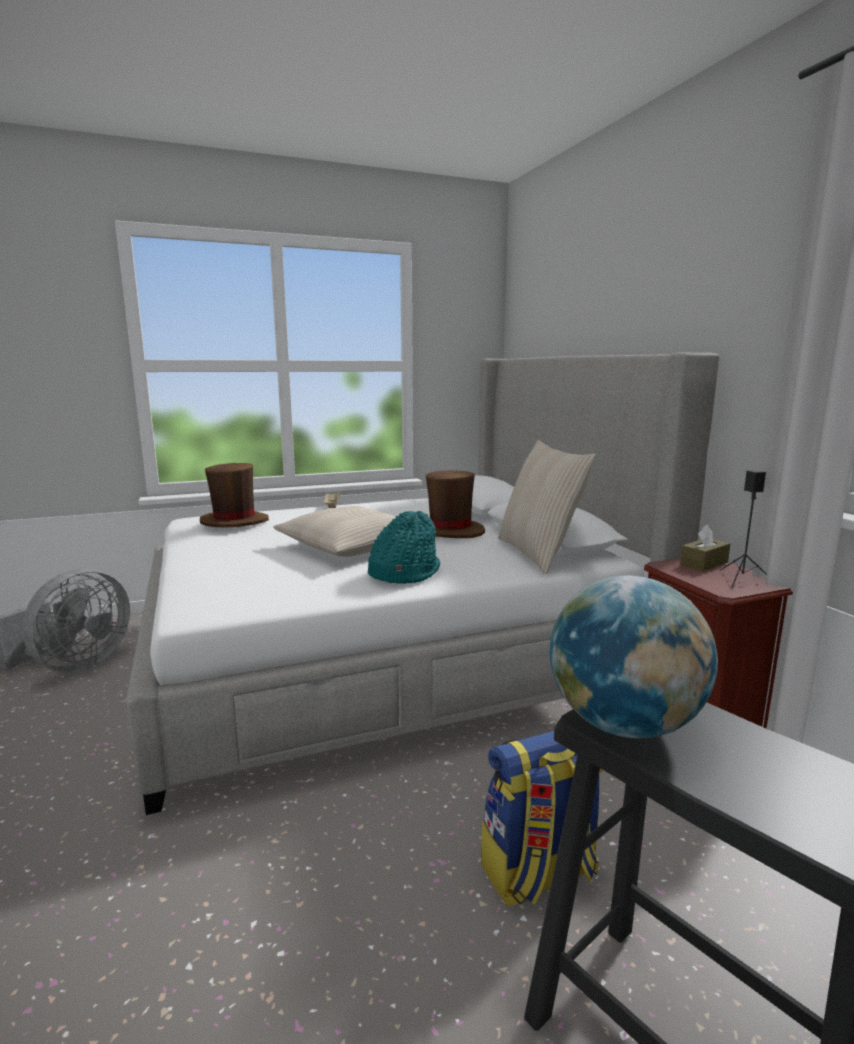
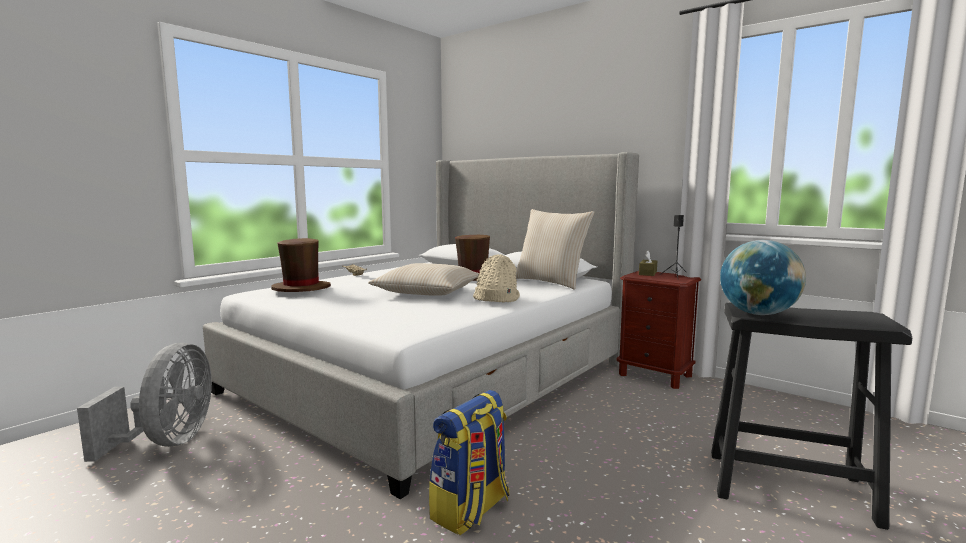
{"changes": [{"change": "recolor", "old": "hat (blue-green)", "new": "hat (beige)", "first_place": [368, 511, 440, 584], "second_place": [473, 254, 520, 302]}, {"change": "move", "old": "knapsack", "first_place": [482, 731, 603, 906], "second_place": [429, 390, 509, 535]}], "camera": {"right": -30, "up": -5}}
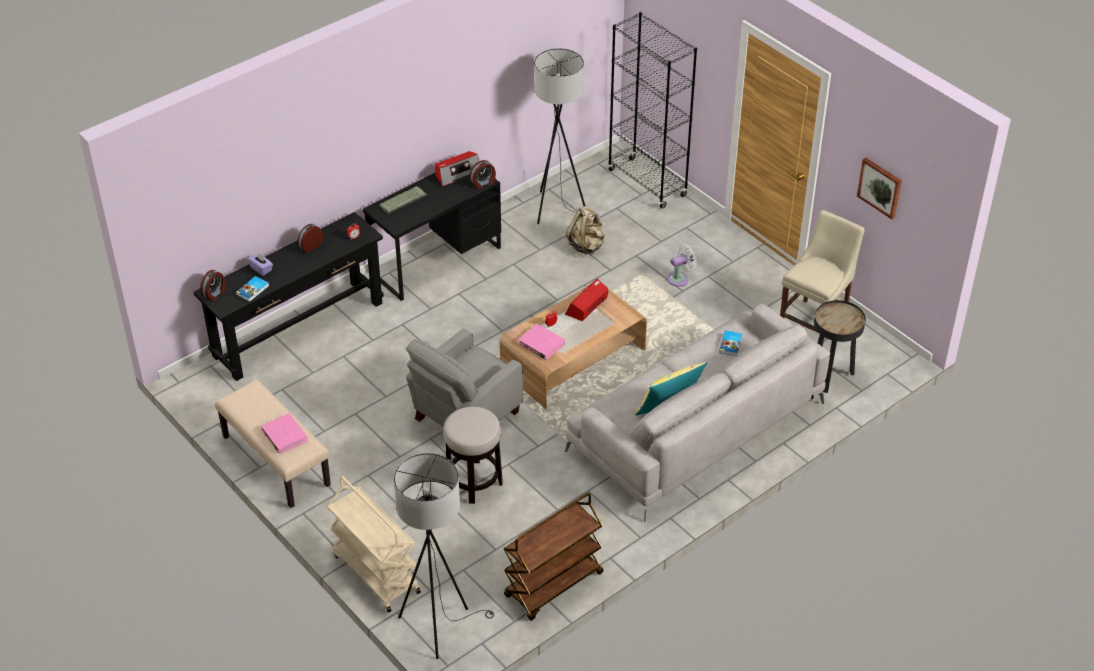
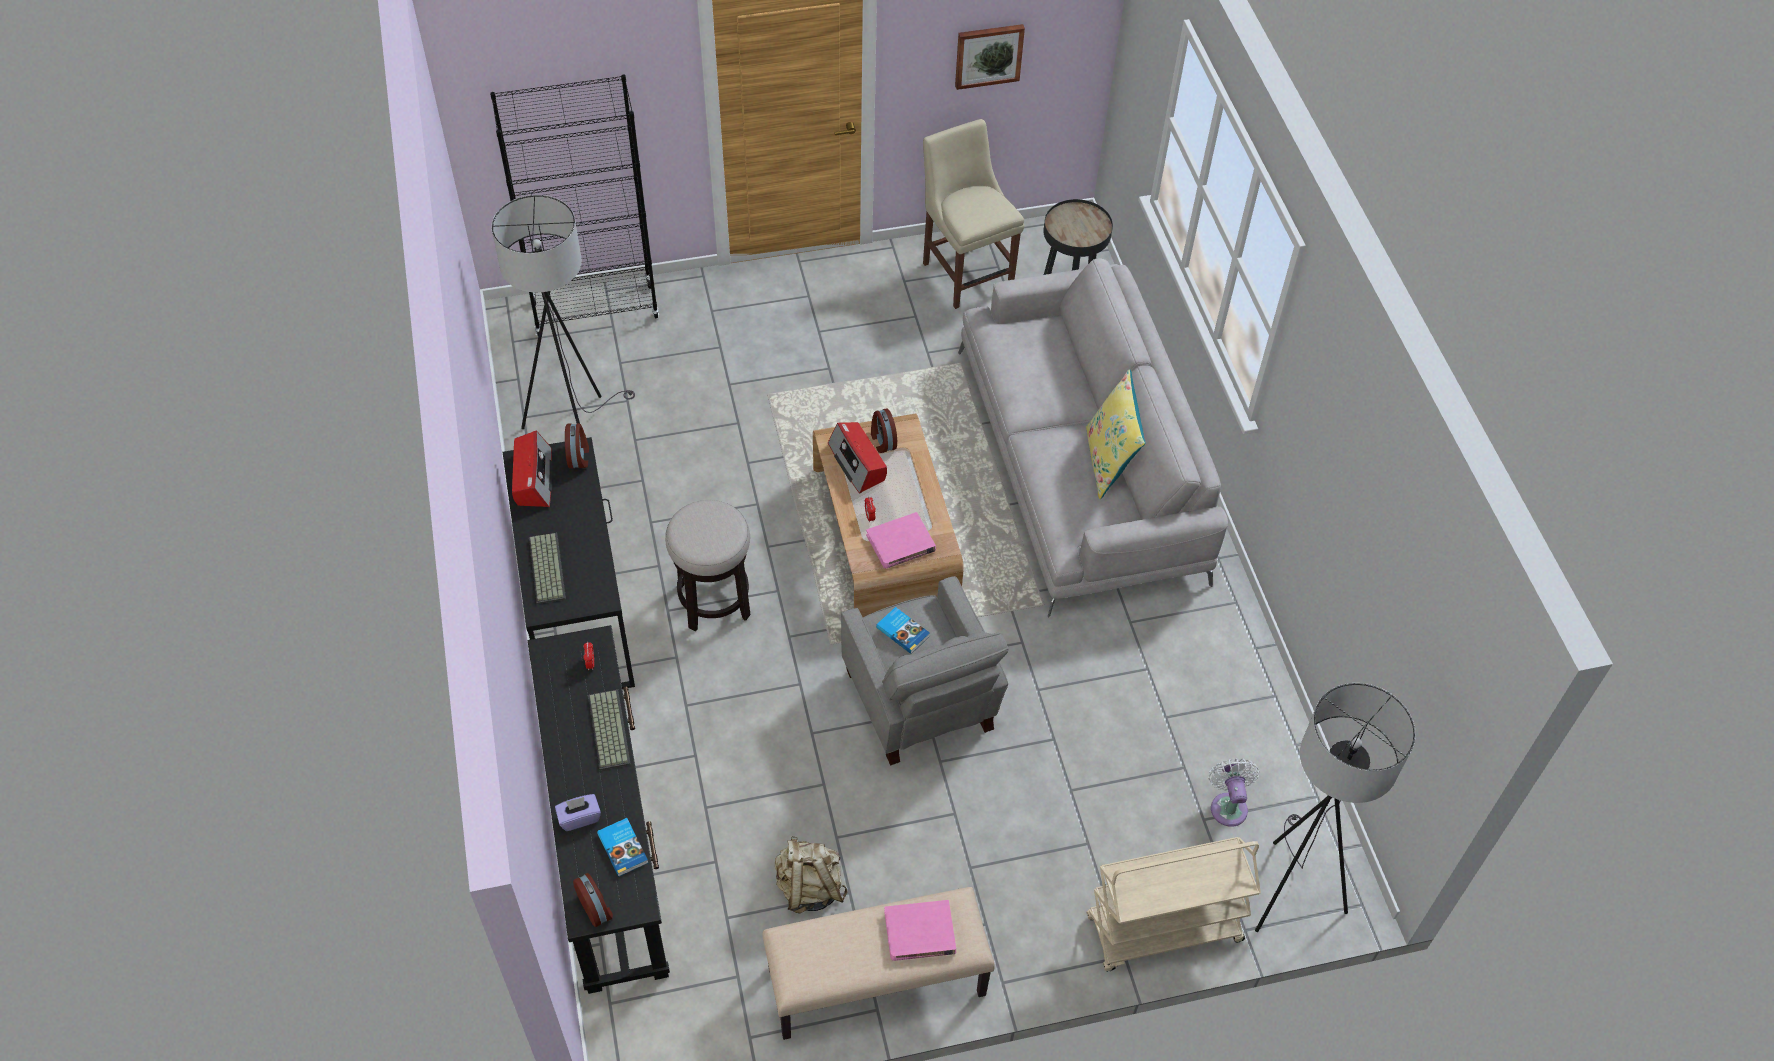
{"changes": [{"change": "move", "old": "alarm clock", "first_place": [297, 224, 324, 253], "second_place": [871, 408, 897, 453]}, {"change": "move", "old": "sitting stool", "first_place": [443, 406, 503, 504], "second_place": [665, 500, 750, 631]}, {"change": "delete", "old": "cart (brown-coloured)", "first_place": [504, 493, 604, 621]}, {"change": "move", "old": "knapsack (beige)", "first_place": [566, 206, 604, 255], "second_place": [775, 836, 848, 914]}, {"change": "move", "old": "electric fan (whitish)", "first_place": [667, 244, 697, 287], "second_place": [1208, 758, 1259, 827]}, {"change": "move", "old": "volume", "first_place": [719, 330, 743, 356], "second_place": [876, 607, 930, 654]}, {"change": "insert", "new": "computer keyboard", "second_place": [588, 690, 631, 770]}], "camera": {"right": -65, "up": 10}}
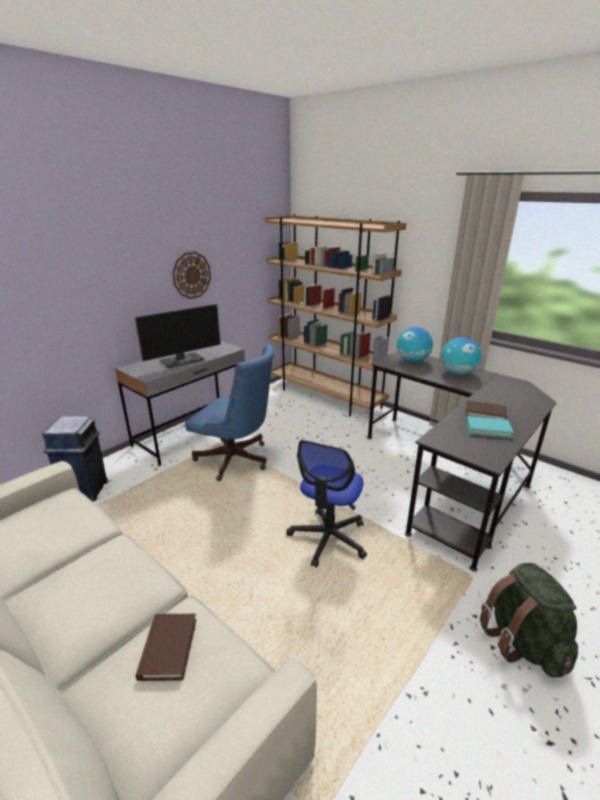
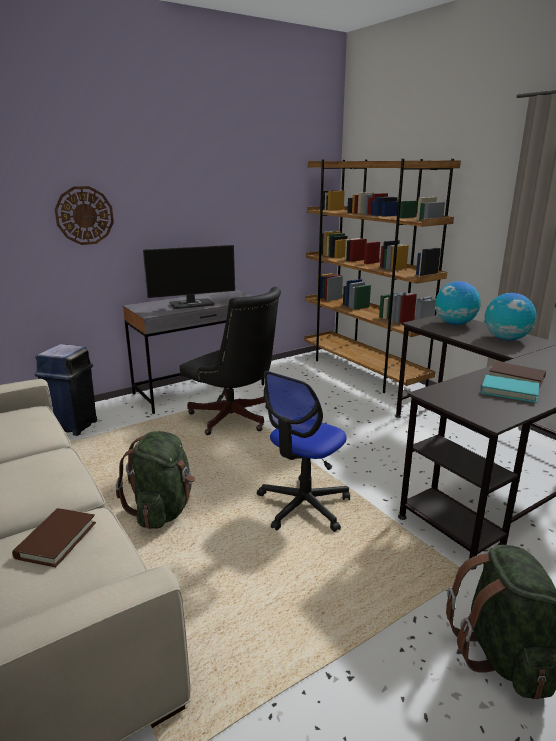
{"changes": [{"change": "move", "old": "clock on the wall", "first_place": [172, 251, 211, 299], "second_place": [54, 186, 114, 245]}, {"change": "recolor", "old": "computer chair (blue)", "new": "computer chair (blackish)", "first_place": [185, 345, 274, 481], "second_place": [180, 287, 281, 435]}, {"change": "insert", "new": "knapsack (green-coloured)", "second_place": [116, 431, 195, 529]}], "camera": {"right": 15, "up": -5}}
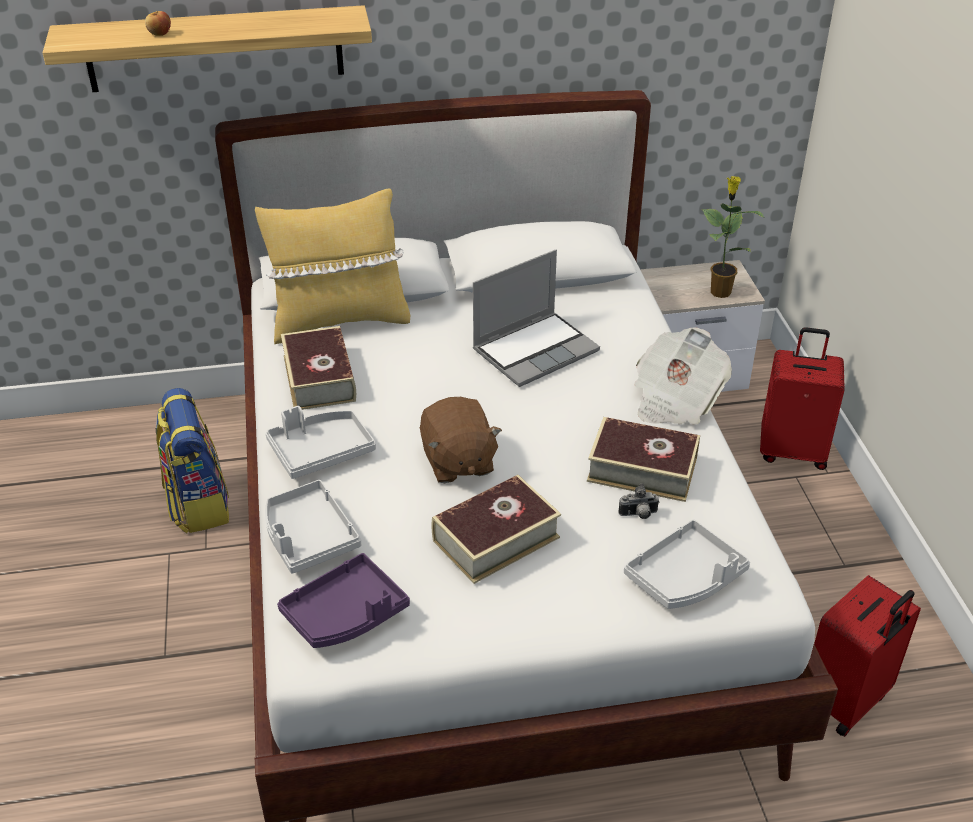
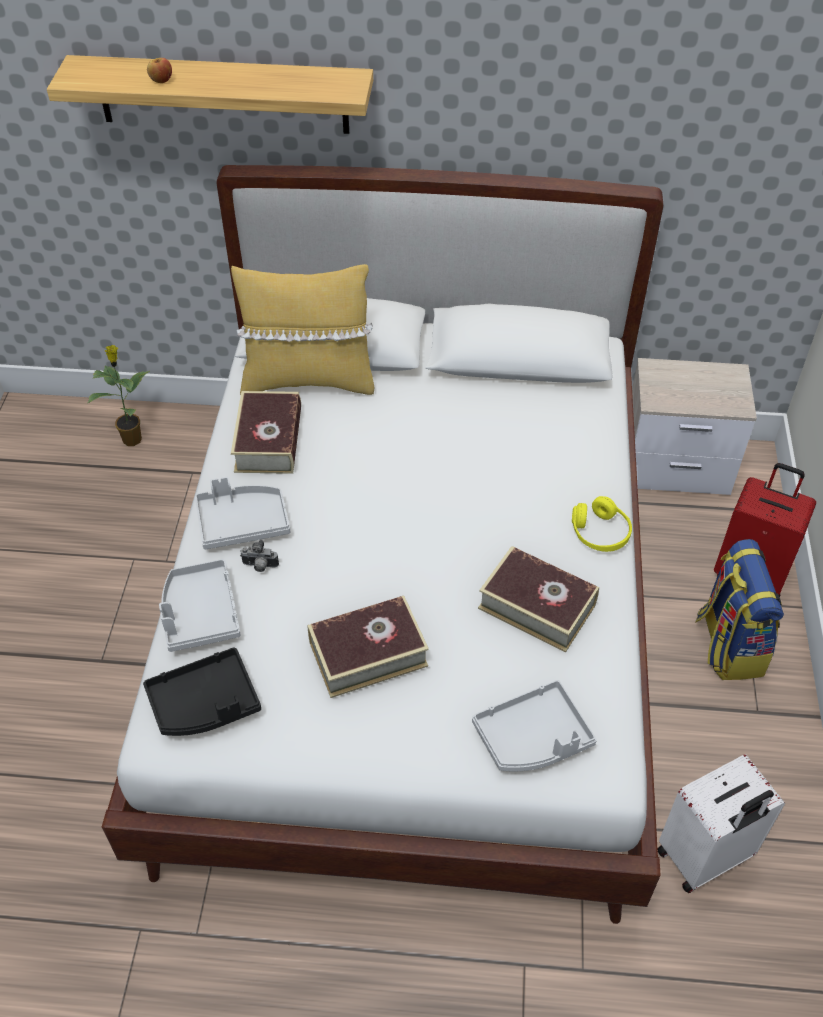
{"changes": [{"change": "move", "old": "knapsack", "first_place": [156, 388, 229, 533], "second_place": [695, 539, 784, 680]}, {"change": "recolor", "old": "serving tray (purple)", "new": "serving tray (blackish)", "first_place": [277, 553, 410, 648], "second_place": [143, 647, 261, 736]}, {"change": "delete", "old": "cuddly toy (brown-coloured)", "first_place": [420, 397, 502, 483]}, {"change": "delete", "old": "notebook computer", "first_place": [473, 250, 600, 387]}, {"change": "move", "old": "still camera", "first_place": [618, 483, 660, 519], "second_place": [240, 540, 279, 572]}, {"change": "replace", "old": "daily paper", "new": "headset (yellow-coloured)", "first_place": [634, 327, 732, 425], "second_place": [572, 496, 632, 552]}, {"change": "move", "old": "plant in a pot", "first_place": [702, 176, 766, 298], "second_place": [88, 345, 149, 446]}, {"change": "recolor", "old": "travel case (red-coloured)", "new": "travel case (whitish)", "first_place": [814, 575, 921, 737], "second_place": [658, 754, 785, 893]}], "camera": {"right": 15, "up": 10}}
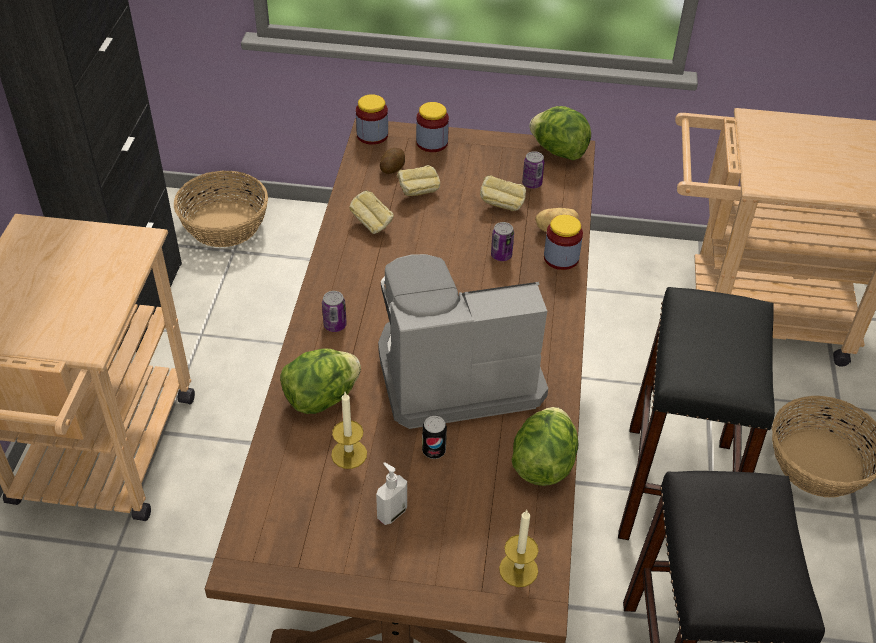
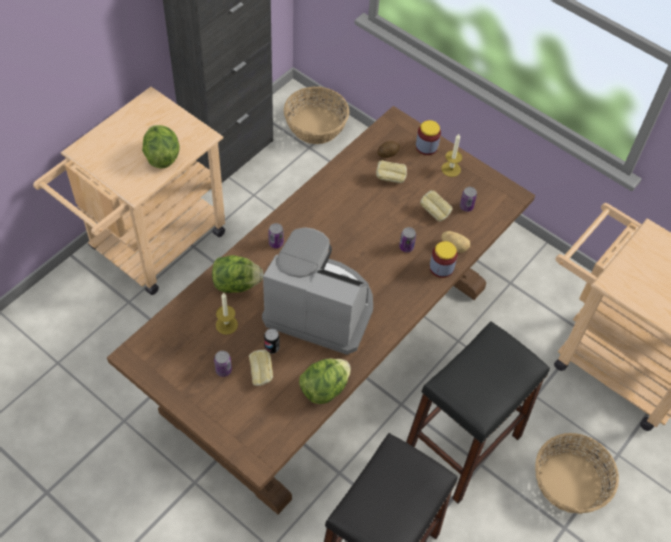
{"changes": [{"change": "move", "old": "bakery bread", "first_place": [349, 190, 394, 234], "second_place": [249, 349, 273, 386]}, {"change": "delete", "old": "storage jar", "first_place": [356, 94, 388, 145]}, {"change": "replace", "old": "soap bottle", "new": "sealed can", "first_place": [376, 462, 407, 525], "second_place": [214, 351, 232, 377]}, {"change": "move", "old": "wax light", "first_place": [499, 510, 538, 587], "second_place": [441, 134, 462, 177]}, {"change": "move", "old": "head of lettuce", "first_place": [529, 106, 591, 160], "second_place": [142, 125, 180, 169]}], "camera": {"right": 30, "up": 10}}
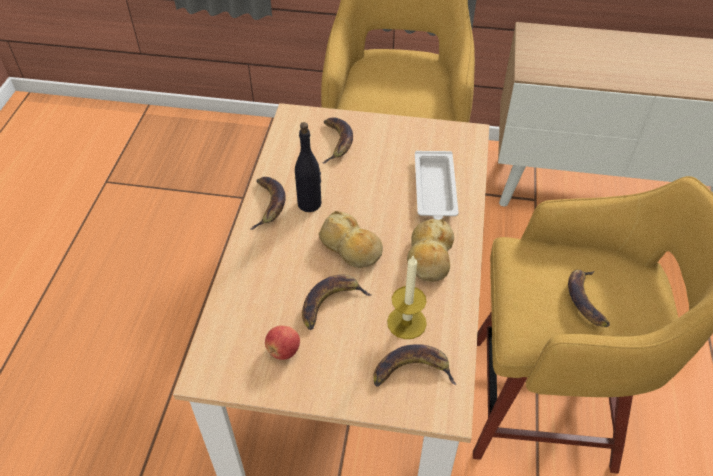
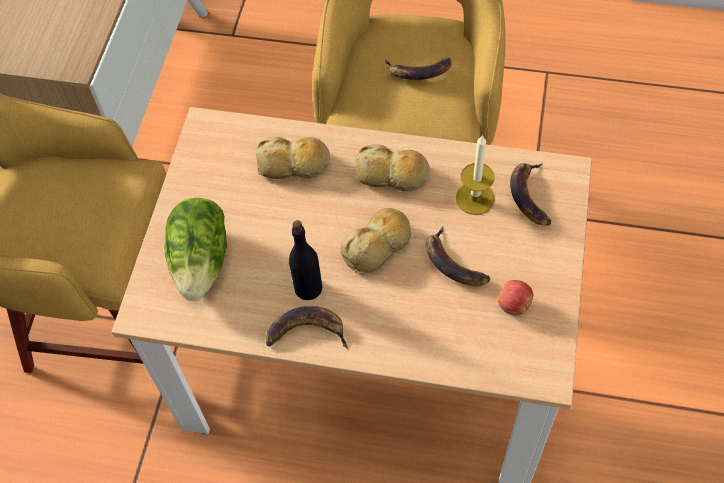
{"changes": [{"change": "replace", "old": "whole banana", "new": "head of lettuce", "first_place": [323, 117, 353, 163], "second_place": [164, 198, 227, 301]}, {"change": "replace", "old": "serving tray (whitish)", "new": "bakery bread", "first_place": [415, 151, 458, 220], "second_place": [256, 137, 330, 179]}], "camera": {"right": -85, "up": 10}}
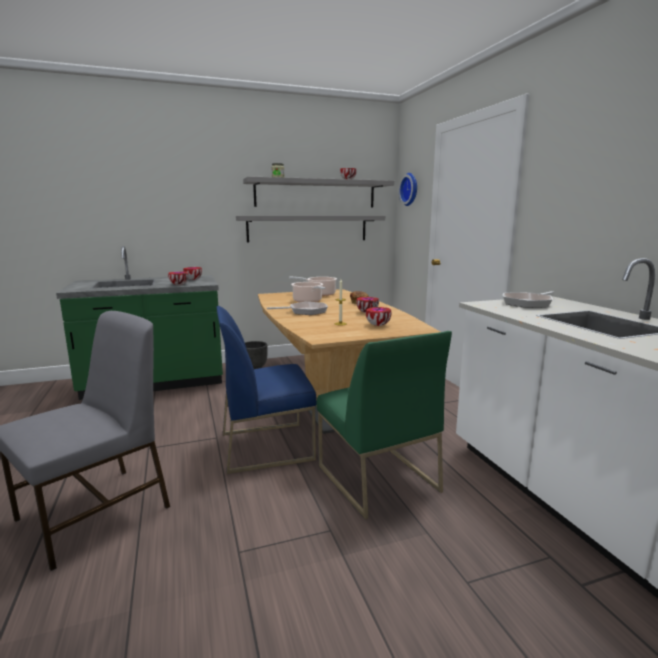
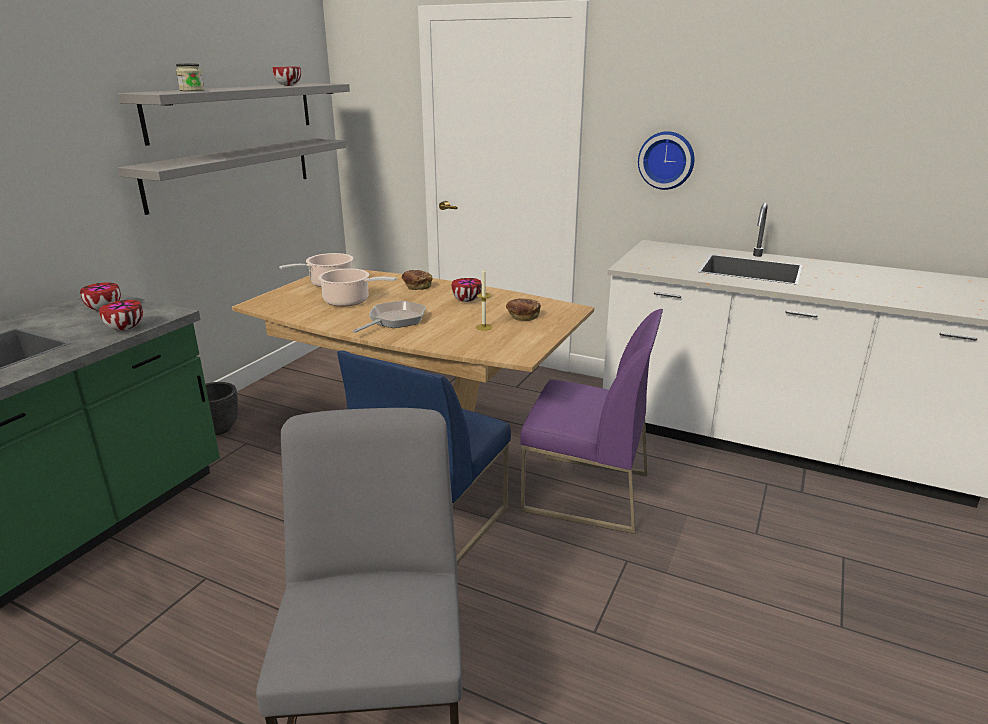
{"changes": [{"change": "recolor", "old": "plain chair (green-coloured)", "new": "plain chair (purple)", "first_place": [316, 331, 452, 519], "second_place": [520, 309, 663, 534]}, {"change": "replace", "old": "deep dish", "new": "bakery bread", "first_place": [366, 307, 391, 326], "second_place": [506, 298, 541, 322]}, {"change": "move", "old": "clock on the wall", "first_place": [399, 173, 417, 206], "second_place": [638, 131, 694, 190]}, {"change": "delete", "old": "frying pan", "first_place": [503, 291, 554, 308]}], "camera": {"right": -45, "up": 10}}
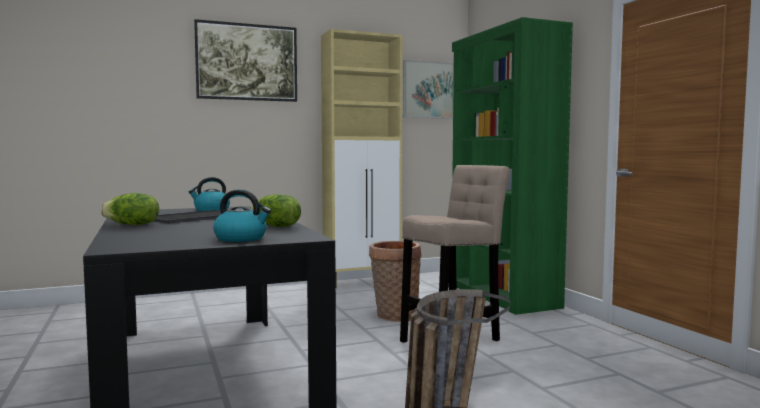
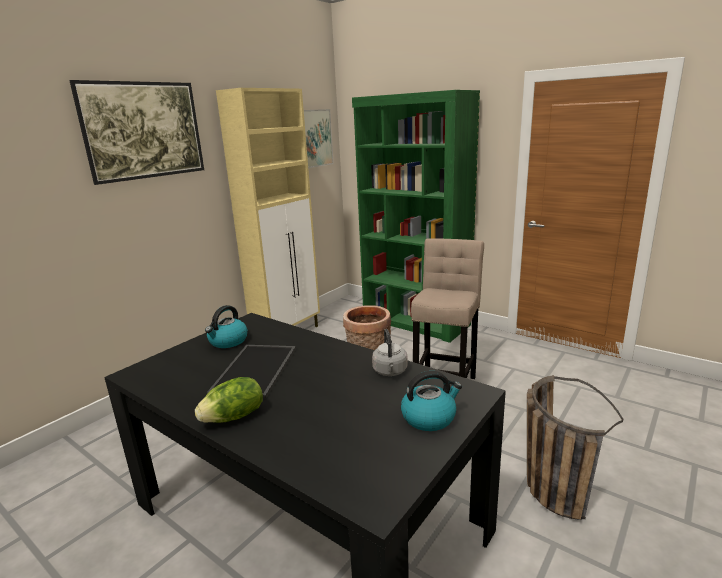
{"changes": [{"change": "replace", "old": "head of lettuce", "new": "water kettle (gray)", "first_place": [250, 194, 301, 227], "second_place": [372, 329, 408, 376]}], "camera": {"right": -30, "up": 15}}
